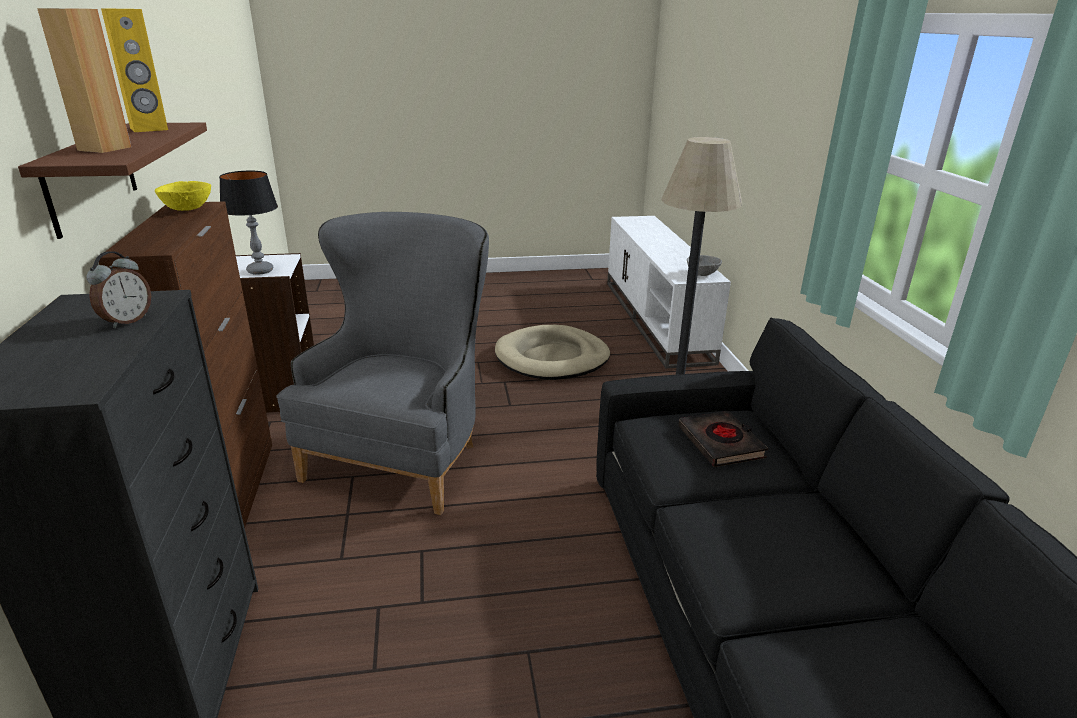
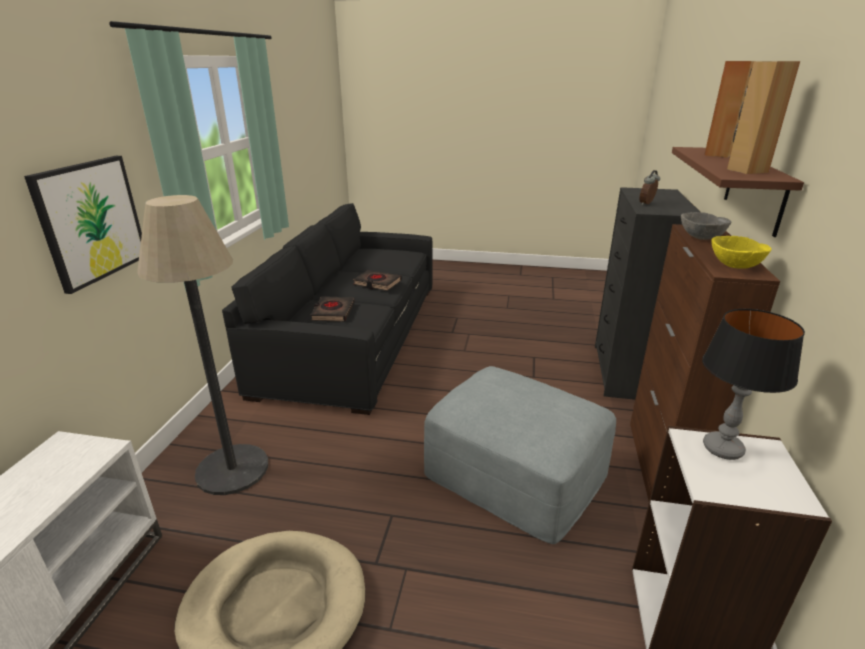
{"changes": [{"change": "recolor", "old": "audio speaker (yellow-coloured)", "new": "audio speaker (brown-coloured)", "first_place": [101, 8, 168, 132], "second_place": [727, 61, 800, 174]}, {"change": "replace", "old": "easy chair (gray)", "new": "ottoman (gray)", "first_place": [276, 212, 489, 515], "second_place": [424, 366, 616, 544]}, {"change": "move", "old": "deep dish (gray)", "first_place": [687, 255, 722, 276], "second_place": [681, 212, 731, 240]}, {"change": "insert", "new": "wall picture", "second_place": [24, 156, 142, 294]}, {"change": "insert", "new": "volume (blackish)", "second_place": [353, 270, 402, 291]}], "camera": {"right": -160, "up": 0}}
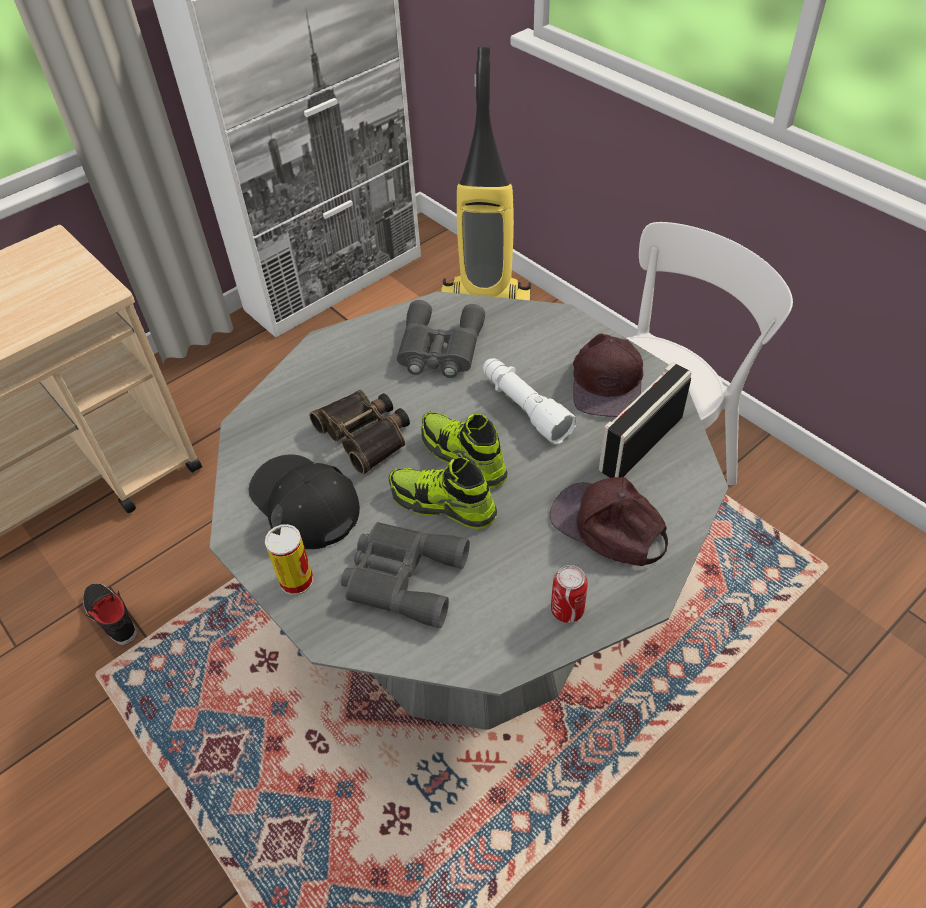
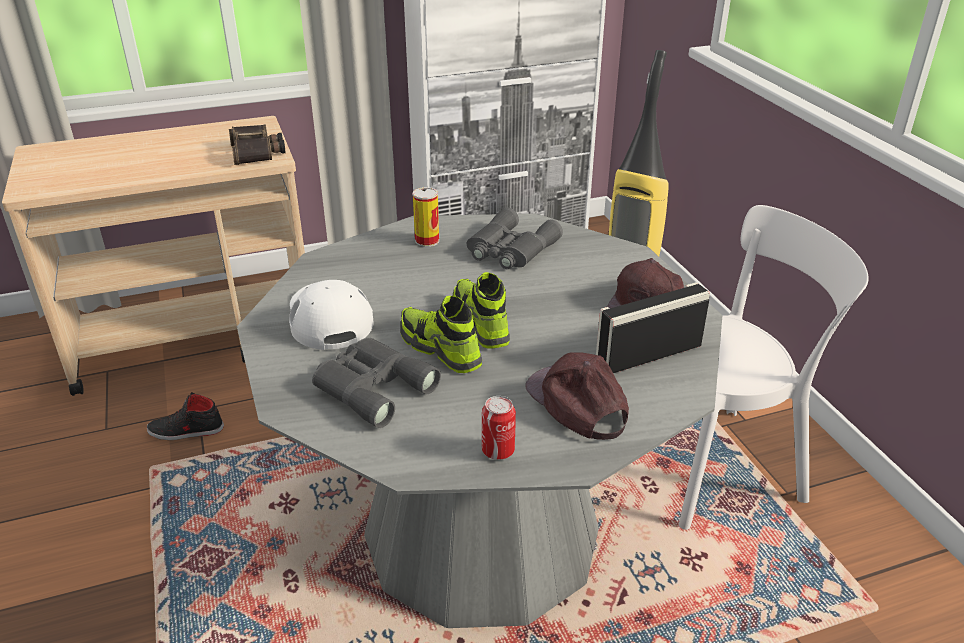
{"changes": [{"change": "rotate", "old": "shoe (blackish)", "first_place": [83, 583, 137, 645], "second_place": [147, 392, 224, 440], "degrees": -75}, {"change": "recolor", "old": "baseball cap (blackish)", "new": "baseball cap (whitish)", "first_place": [249, 454, 360, 549], "second_place": [289, 280, 373, 350]}, {"change": "move", "old": "sealed can", "first_place": [265, 524, 314, 595], "second_place": [413, 187, 439, 247]}, {"change": "move", "old": "binoculars", "first_place": [309, 390, 410, 475], "second_place": [229, 124, 285, 165]}, {"change": "delete", "old": "flashlight (whitish)", "first_place": [483, 358, 577, 444]}], "camera": {"right": 20, "up": -15}}
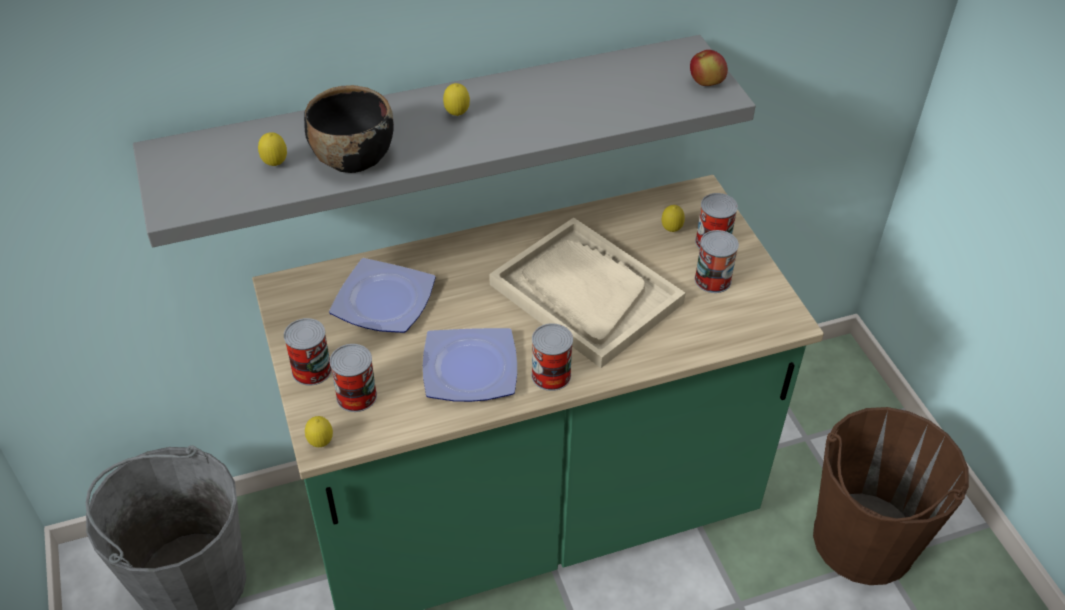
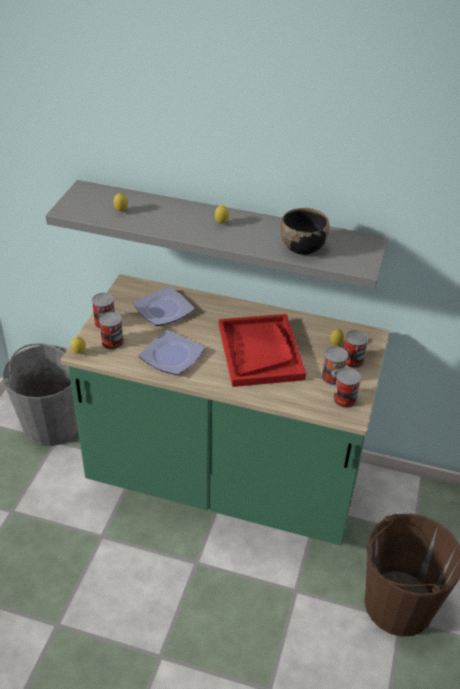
{"changes": [{"change": "move", "old": "deep dish (blackish)", "first_place": [304, 85, 394, 173], "second_place": [281, 208, 329, 255]}, {"change": "recolor", "old": "serving tray (beige)", "new": "serving tray (red-coloured)", "first_place": [489, 217, 686, 368], "second_place": [219, 314, 306, 387]}, {"change": "move", "old": "sealed can", "first_place": [531, 323, 573, 391], "second_place": [333, 368, 361, 408]}, {"change": "delete", "old": "apple fruit", "first_place": [690, 50, 728, 86]}], "camera": {"right": 35, "up": -5}}
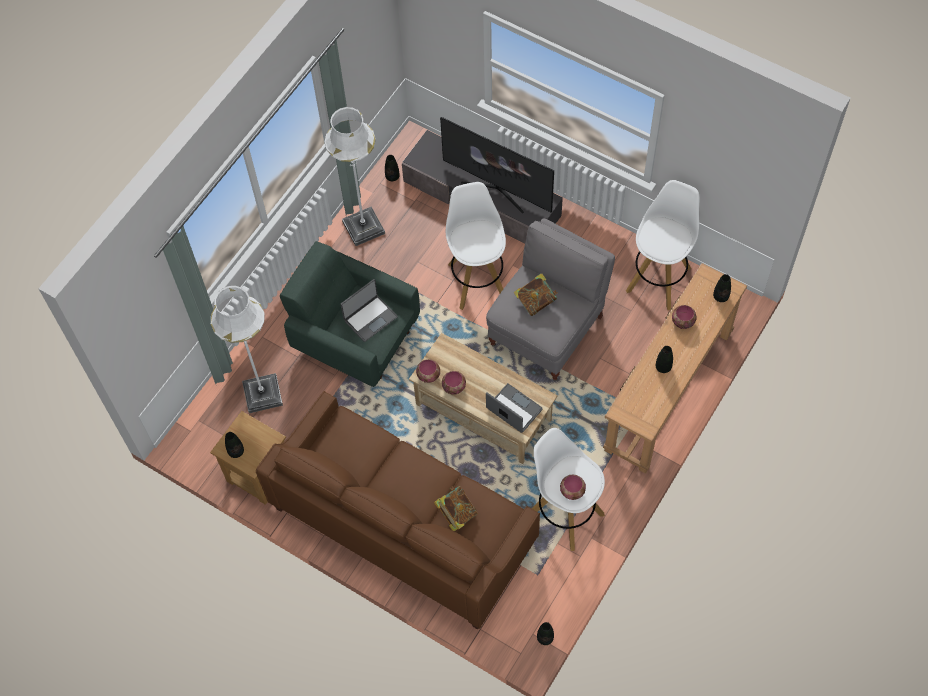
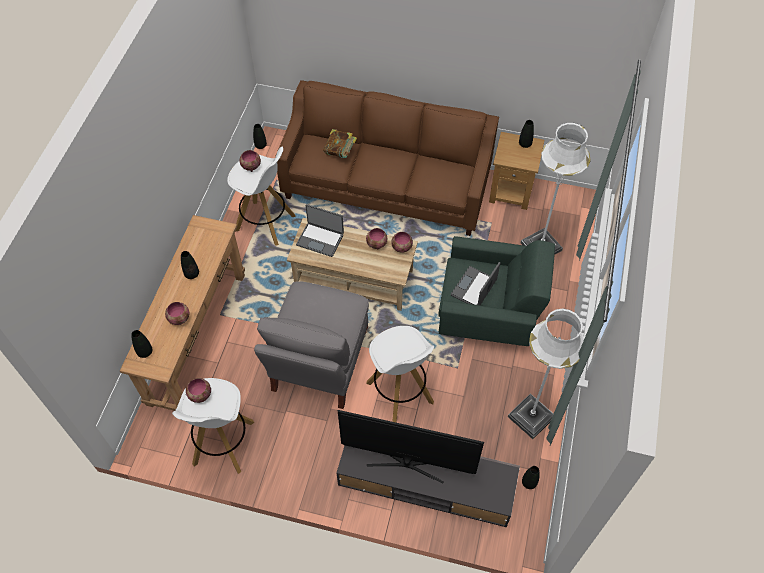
{"changes": [{"change": "delete", "old": "volume", "first_place": [513, 274, 558, 316]}, {"change": "insert", "new": "deep dish", "second_place": [186, 378, 211, 403]}], "camera": {"right": 160, "up": -5}}
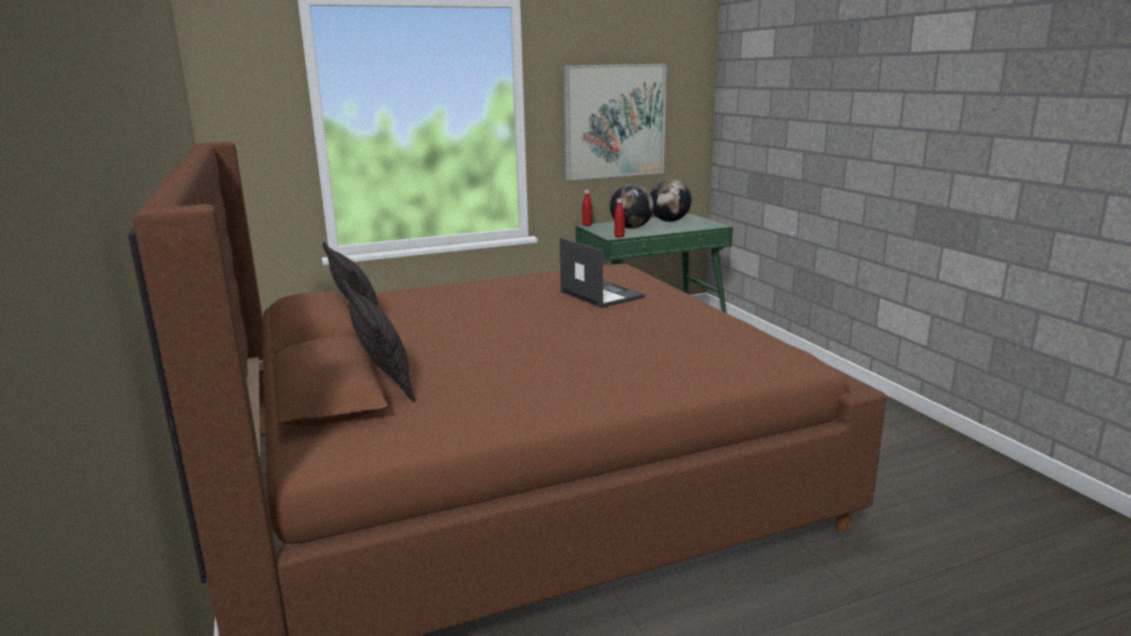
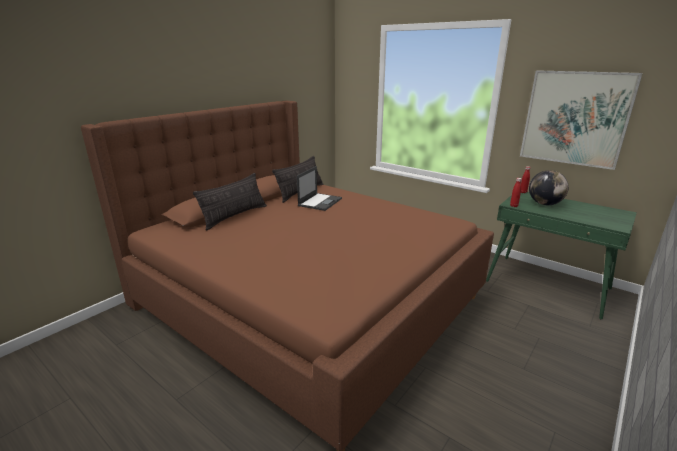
{"changes": [{"change": "move", "old": "notebook computer", "first_place": [560, 238, 645, 308], "second_place": [297, 166, 342, 211]}, {"change": "delete", "old": "globe", "first_place": [650, 179, 692, 222]}], "camera": {"right": 60, "up": 5}}
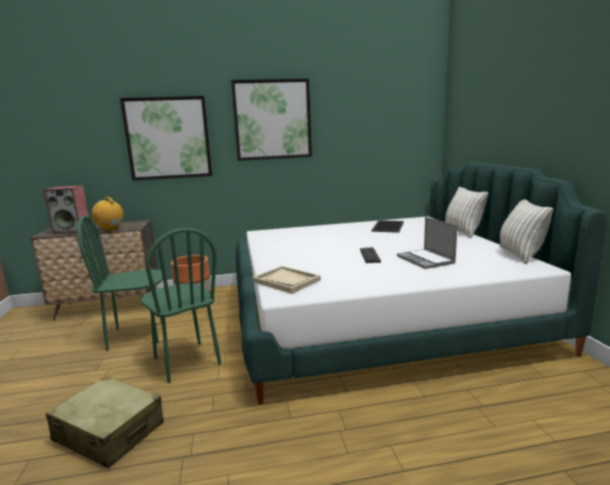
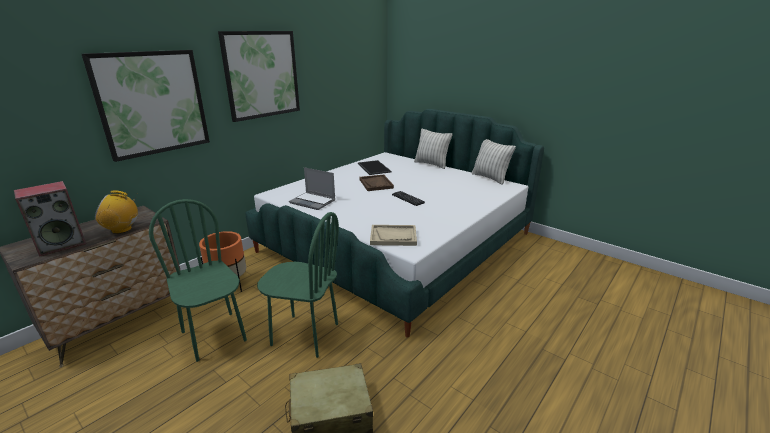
{"changes": [{"change": "rotate", "old": "plain chair (green-coloured)", "first_place": [77, 216, 163, 351], "second_place": [149, 199, 247, 362], "degrees": 105}, {"change": "move", "old": "notebook computer", "first_place": [397, 217, 458, 269], "second_place": [289, 167, 335, 210]}, {"change": "insert", "new": "serving tray (brown-coloured)", "second_place": [359, 174, 394, 191]}], "camera": {"right": -40, "up": 10}}
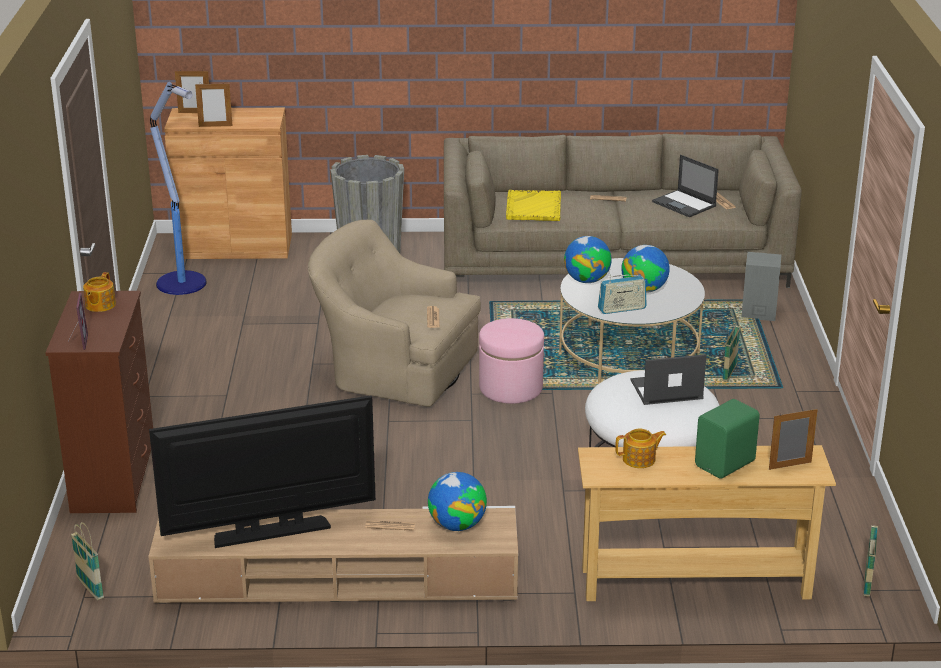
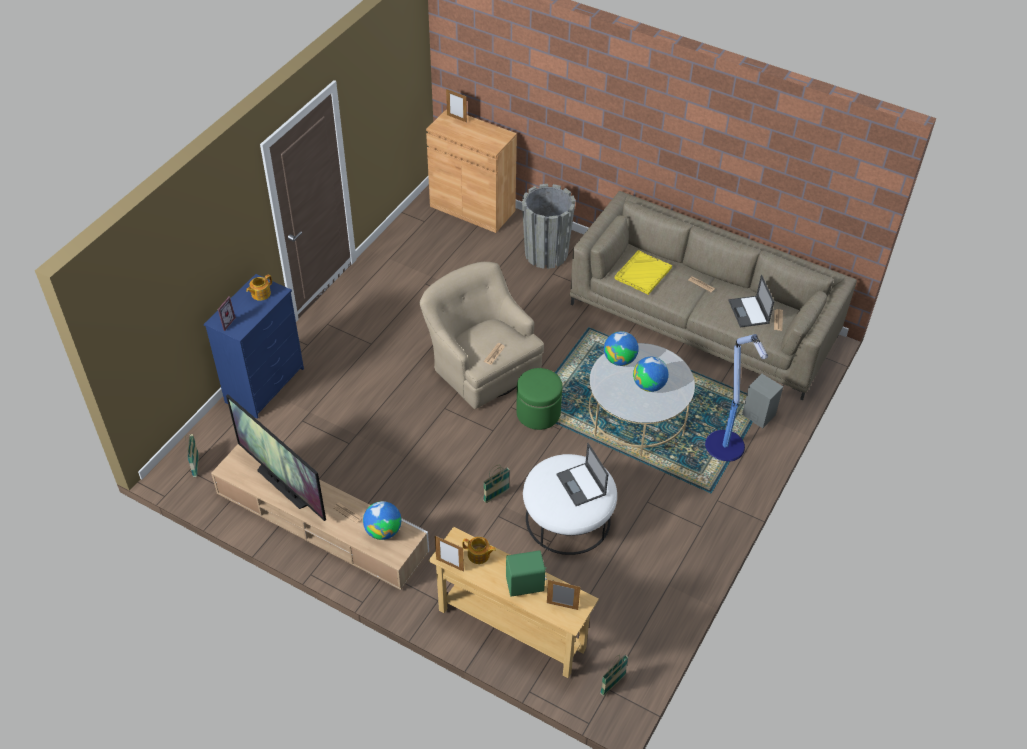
{"changes": [{"change": "recolor", "old": "chest of drawers (brown-coloured)", "new": "chest of drawers (blue)", "first_place": [45, 291, 153, 513], "second_place": [204, 274, 304, 419]}, {"change": "rotate", "old": "TV", "first_place": [149, 395, 376, 548], "second_place": [226, 395, 326, 521], "degrees": -150}, {"change": "move", "old": "floor lamp", "first_place": [150, 82, 207, 295], "second_place": [705, 334, 768, 462]}, {"change": "move", "old": "standing frame", "first_place": [195, 82, 232, 127], "second_place": [435, 536, 464, 572]}, {"change": "recolor", "old": "ottoman (pinkish)", "new": "ottoman (green-coloured)", "first_place": [479, 318, 544, 404], "second_place": [516, 368, 563, 430]}, {"change": "delete", "old": "radio set", "first_place": [598, 275, 647, 314]}, {"change": "rotate", "old": "notebook computer", "first_place": [630, 354, 706, 405], "second_place": [557, 443, 608, 506], "degrees": -135}, {"change": "move", "old": "basket", "first_place": [722, 317, 740, 382], "second_place": [483, 465, 510, 503]}], "camera": {"right": 30, "up": 20}}
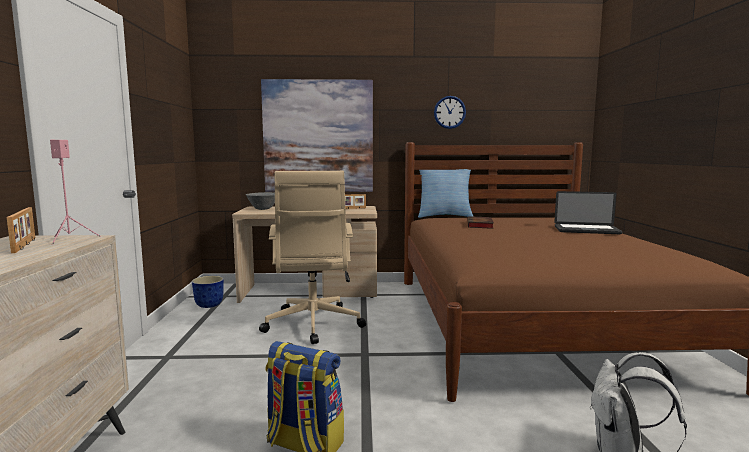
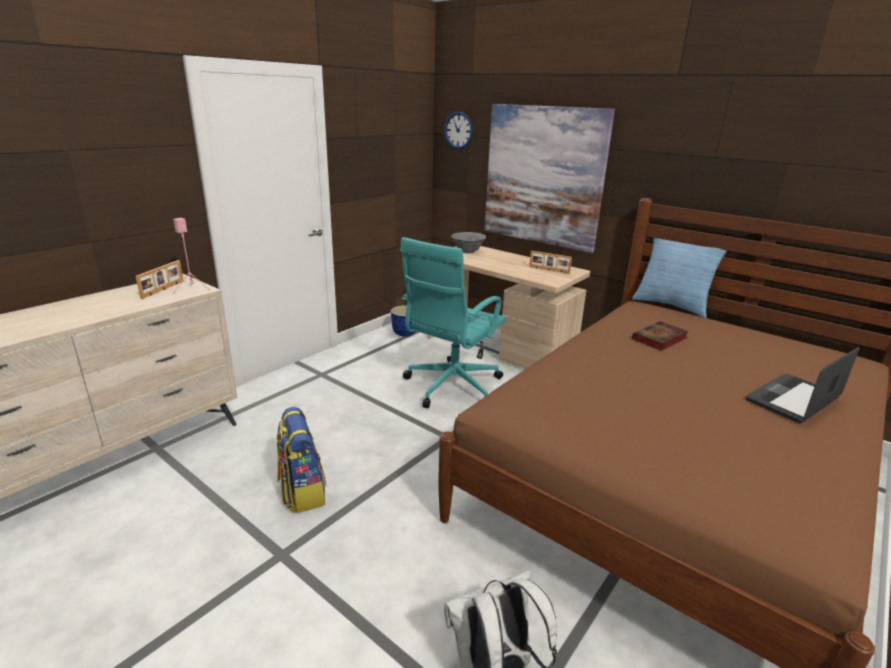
{"changes": [{"change": "recolor", "old": "computer chair (beige)", "new": "computer chair (blue-green)", "first_place": [259, 171, 366, 344], "second_place": [400, 237, 506, 408]}, {"change": "move", "old": "clock on the wall", "first_place": [434, 96, 466, 129], "second_place": [444, 112, 473, 149]}, {"change": "rotate", "old": "notebook computer", "first_place": [554, 191, 623, 234], "second_place": [746, 347, 859, 423], "degrees": 90}], "camera": {"right": 40, "up": 15}}
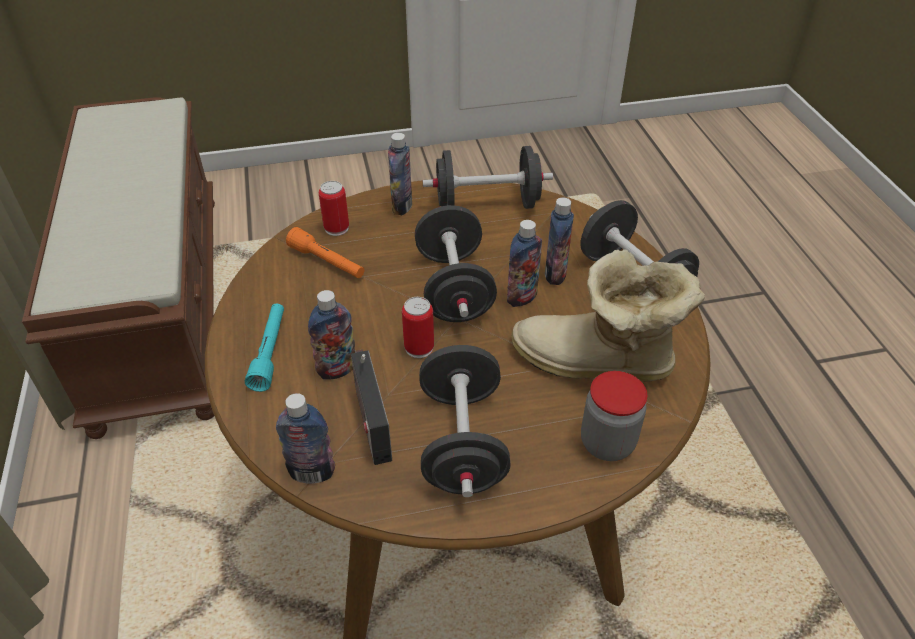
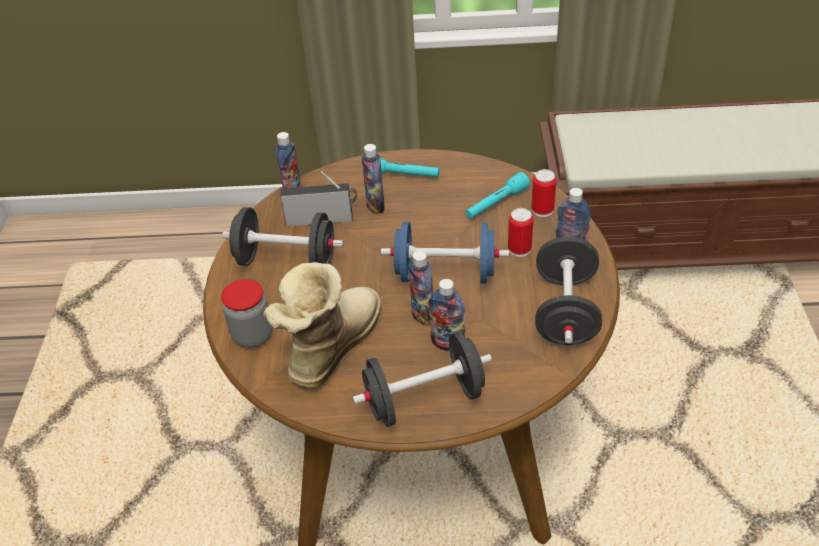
{"changes": [{"change": "recolor", "old": "flashlight (orange)", "new": "flashlight (blue-green)", "first_place": [286, 227, 364, 278], "second_place": [465, 172, 530, 219]}, {"change": "move", "old": "sealed can", "first_place": [402, 297, 434, 358], "second_place": [508, 208, 533, 257]}, {"change": "recolor", "old": "hand weight (blackish)", "new": "hand weight (blue)", "first_place": [415, 205, 497, 322], "second_place": [381, 222, 509, 284]}], "camera": {"right": 105, "up": 0}}
